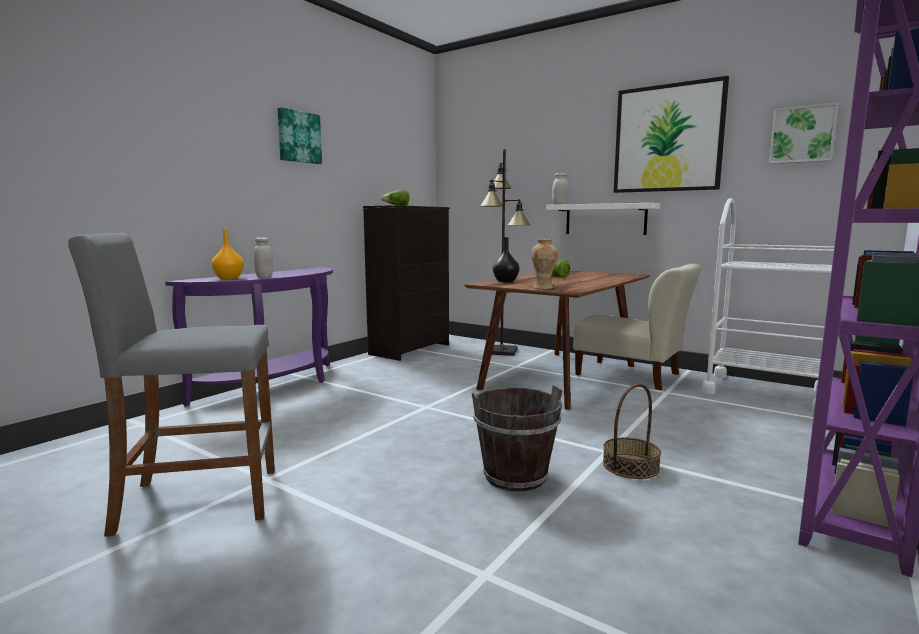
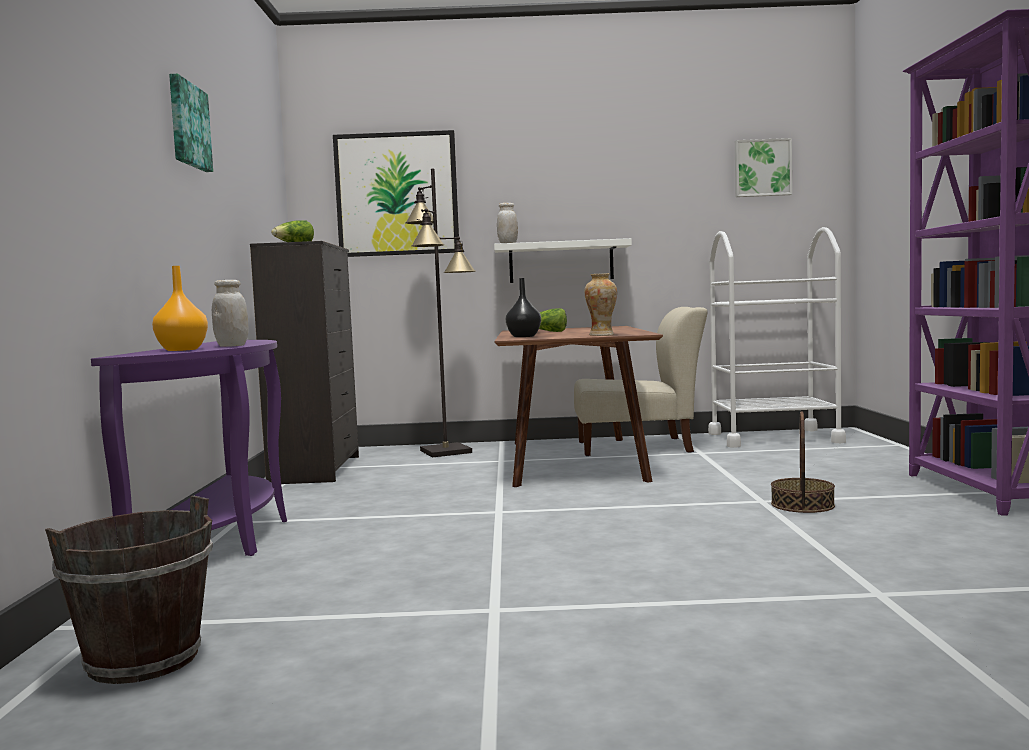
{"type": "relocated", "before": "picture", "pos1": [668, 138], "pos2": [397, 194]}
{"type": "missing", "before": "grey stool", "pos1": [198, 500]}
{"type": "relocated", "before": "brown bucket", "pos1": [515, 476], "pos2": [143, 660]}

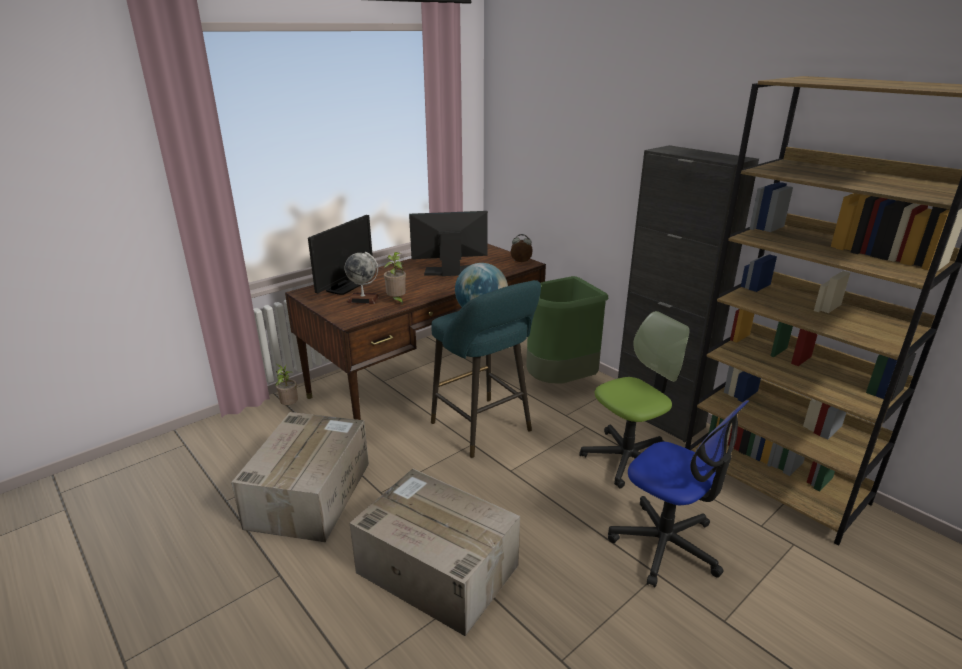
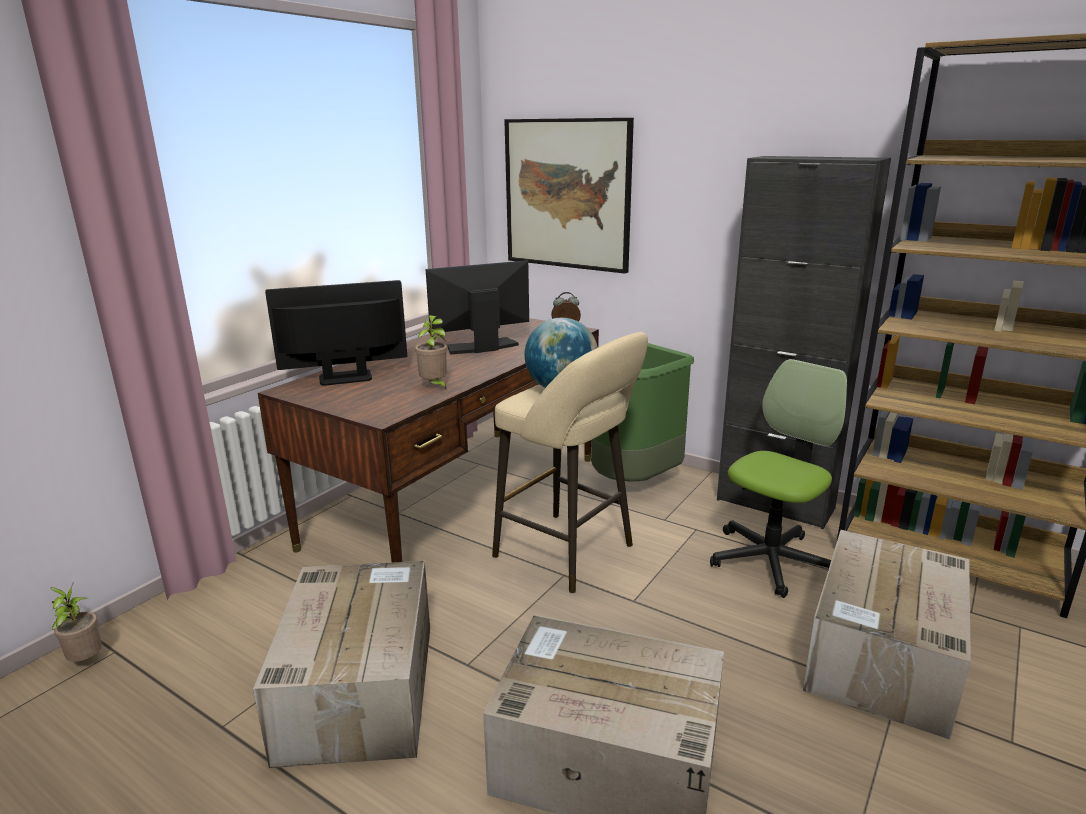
{"type": "spun", "before": "monitor", "pos1": [344, 287], "pos2": [345, 378], "turn": -120}
{"type": "missing", "before": "globe", "pos1": [363, 299]}
{"type": "colour", "before": "turquoise stool", "after": "beige stool", "pos1": [484, 429], "pos2": [570, 553]}
{"type": "relocated", "before": "potted plant", "pos1": [289, 406], "pos2": [86, 661]}
{"type": "exchanged", "before": "office chair", "after": "cardboard box", "pos1": [666, 545], "pos2": [882, 659]}
{"type": "appeared", "after": "picture", "pos2": [567, 194]}

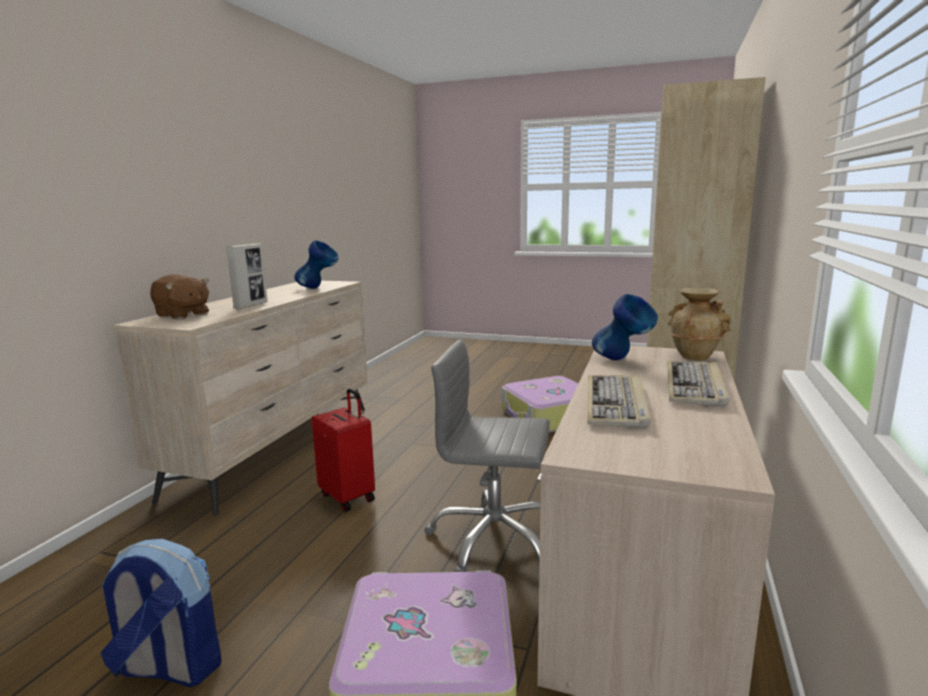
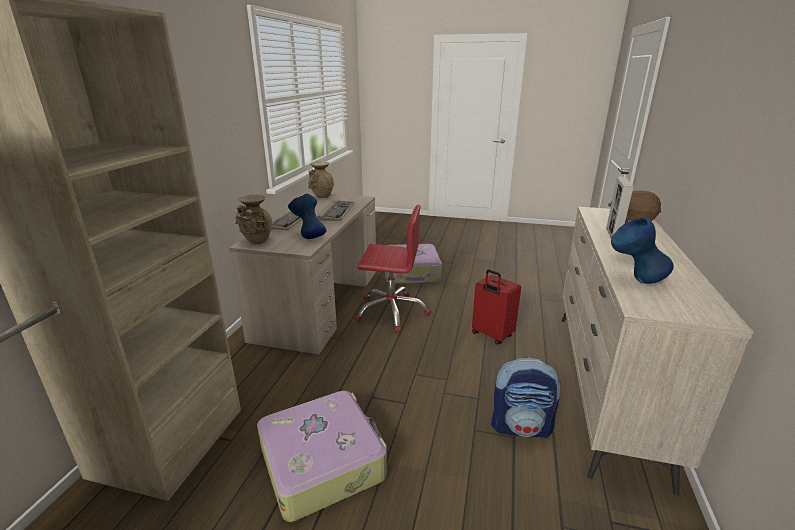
{"type": "colour", "before": "grey office chair", "after": "red office chair", "pos1": [493, 540], "pos2": [391, 311]}
{"type": "relocated", "before": "backpack", "pos1": [169, 667], "pos2": [521, 426]}
{"type": "appeared", "after": "beige vase", "pos2": [321, 196]}

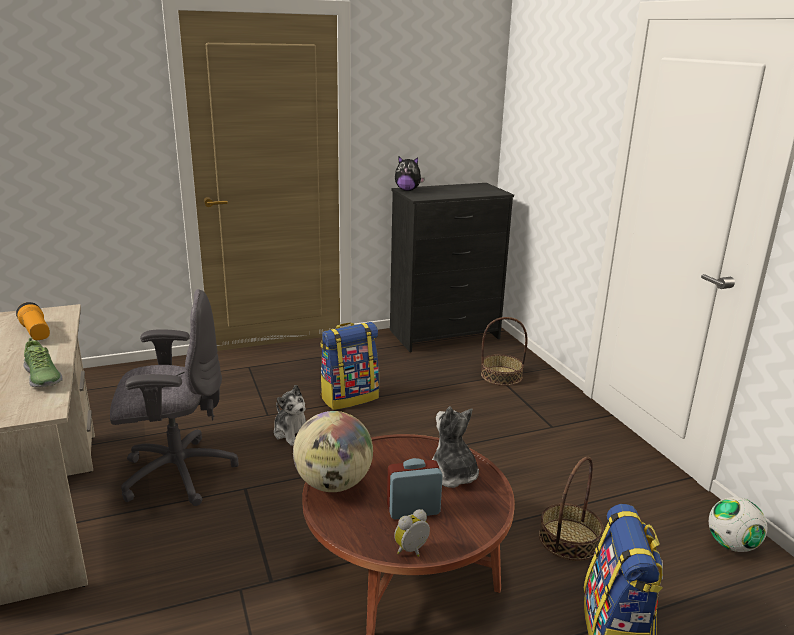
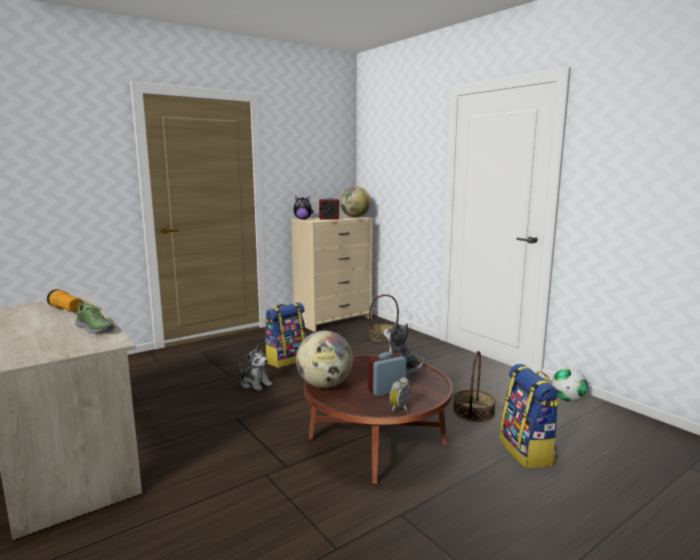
{"type": "colour", "before": "black dresser", "after": "beige dresser", "pos1": [444, 334], "pos2": [333, 320]}
{"type": "missing", "before": "grey office chair", "pos1": [177, 473]}
{"type": "appeared", "after": "globe", "pos2": [355, 217]}
{"type": "appeared", "after": "alarm clock", "pos2": [329, 219]}

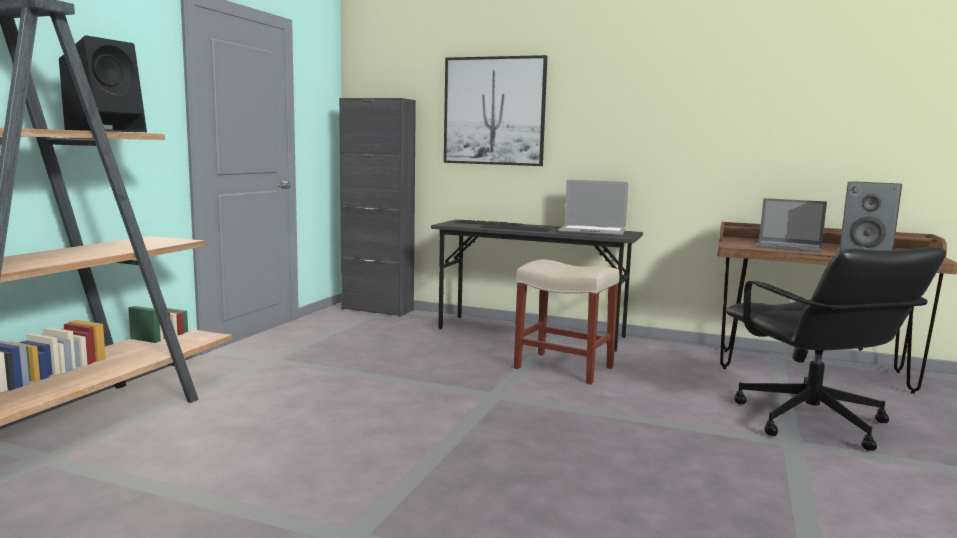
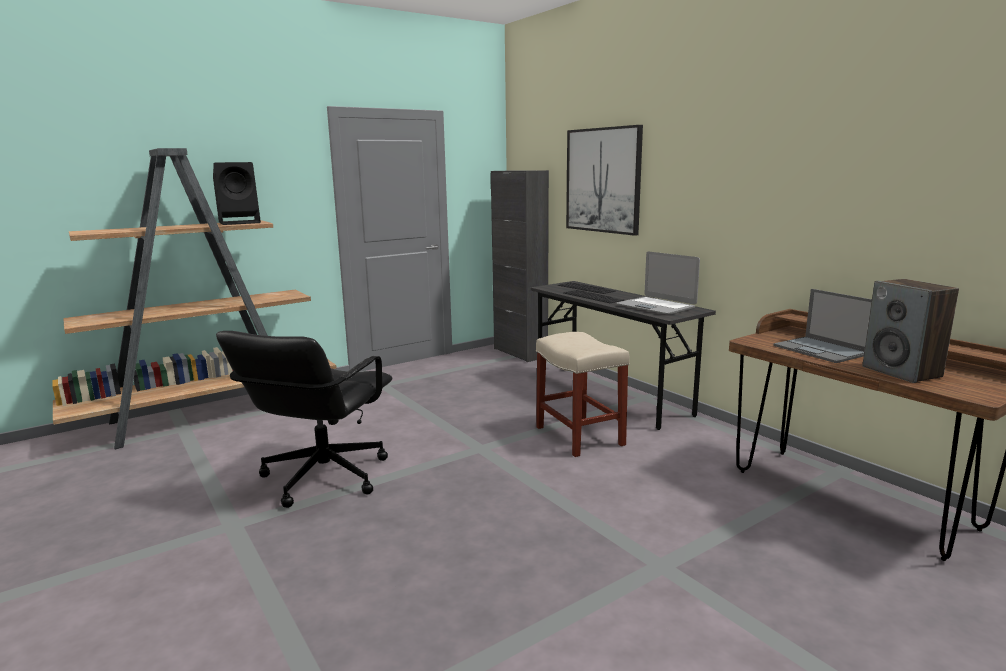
{"type": "relocated", "before": "black office chair", "pos1": [811, 422], "pos2": [323, 477]}

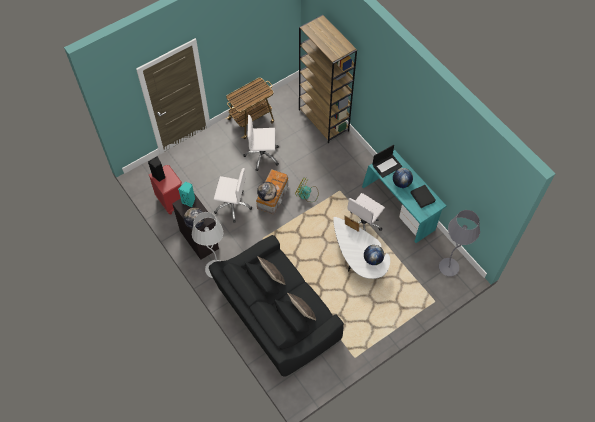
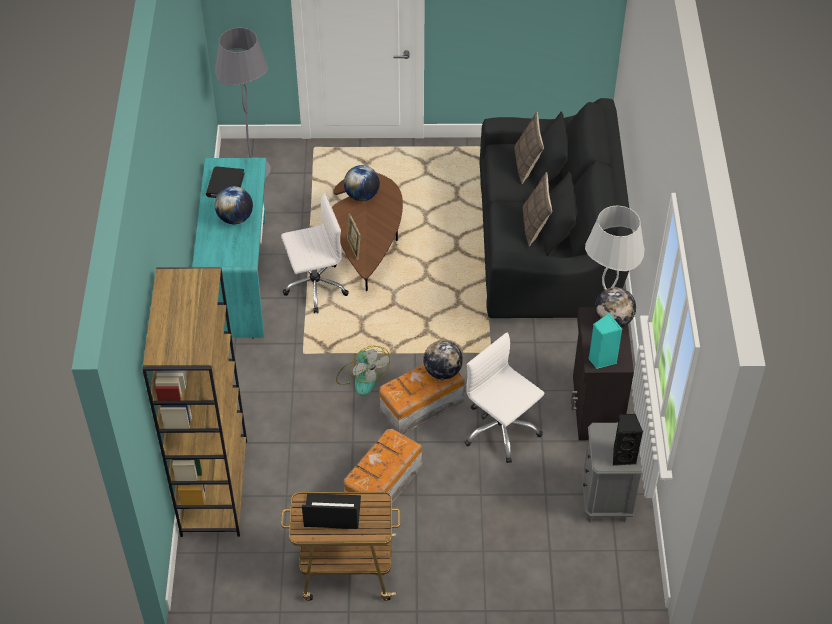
{"type": "exchanged", "before": "white office chair", "after": "storage box", "pos1": [262, 156], "pos2": [381, 486]}
{"type": "relocated", "before": "laptop", "pos1": [387, 165], "pos2": [331, 512]}
{"type": "colour", "before": "red nightstand", "after": "grey nightstand", "pos1": [171, 201], "pos2": [605, 499]}
{"type": "colour", "before": "white coffee table", "after": "brown coffee table", "pos1": [358, 259], "pos2": [368, 246]}

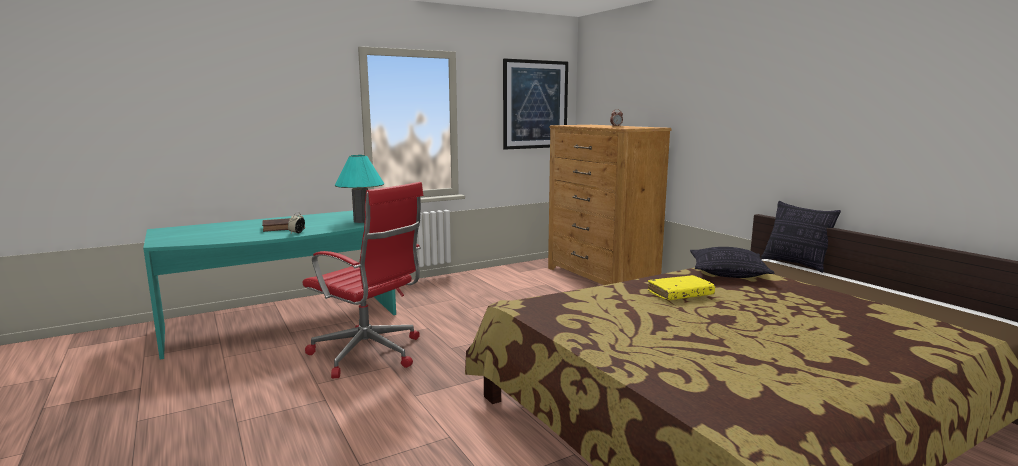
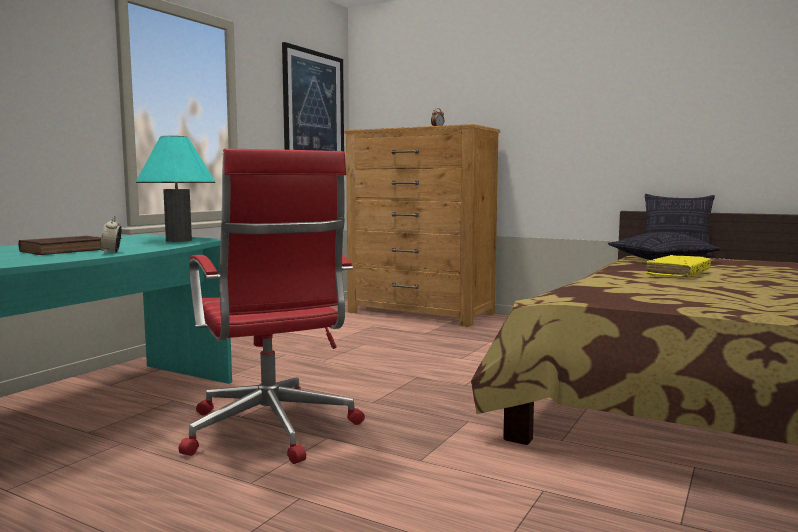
{"type": "spun", "before": "red office chair", "pos1": [369, 354], "pos2": [271, 431], "turn": 60}

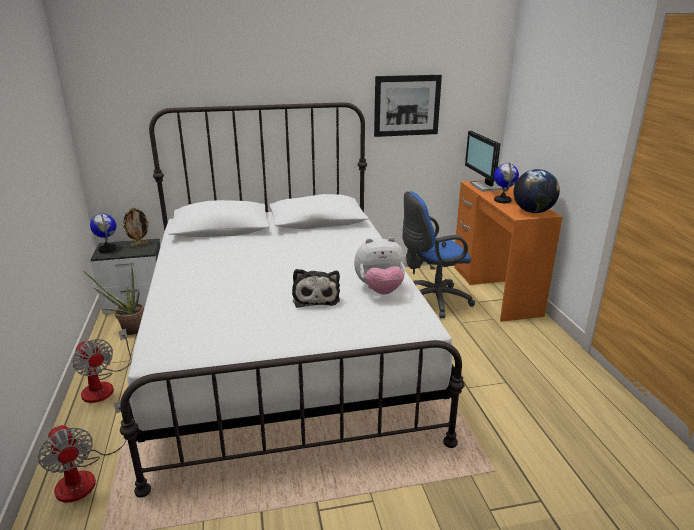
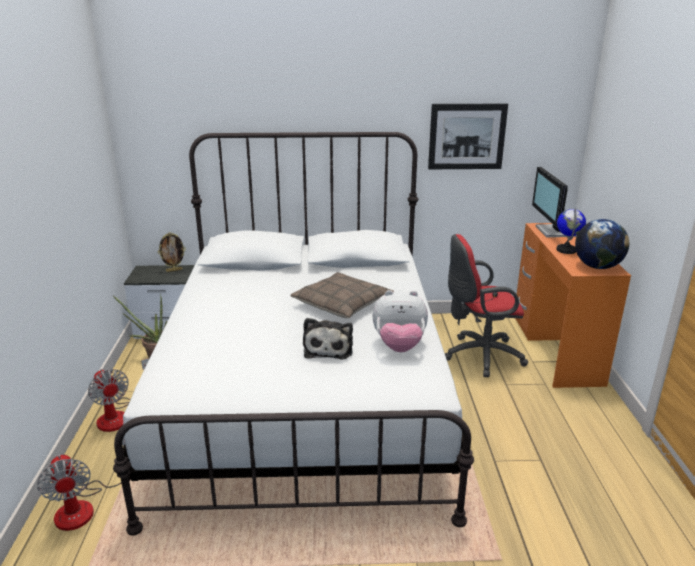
{"type": "colour", "before": "blue office chair", "after": "red office chair", "pos1": [432, 301], "pos2": [479, 356]}
{"type": "missing", "before": "globe", "pos1": [108, 249]}
{"type": "appeared", "after": "pillow", "pos2": [342, 303]}

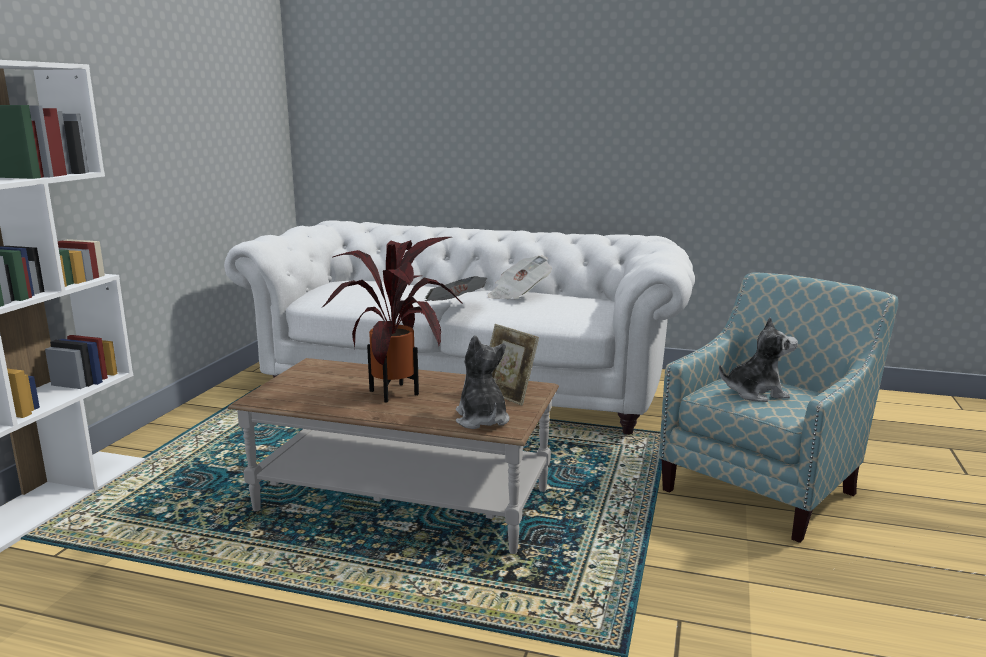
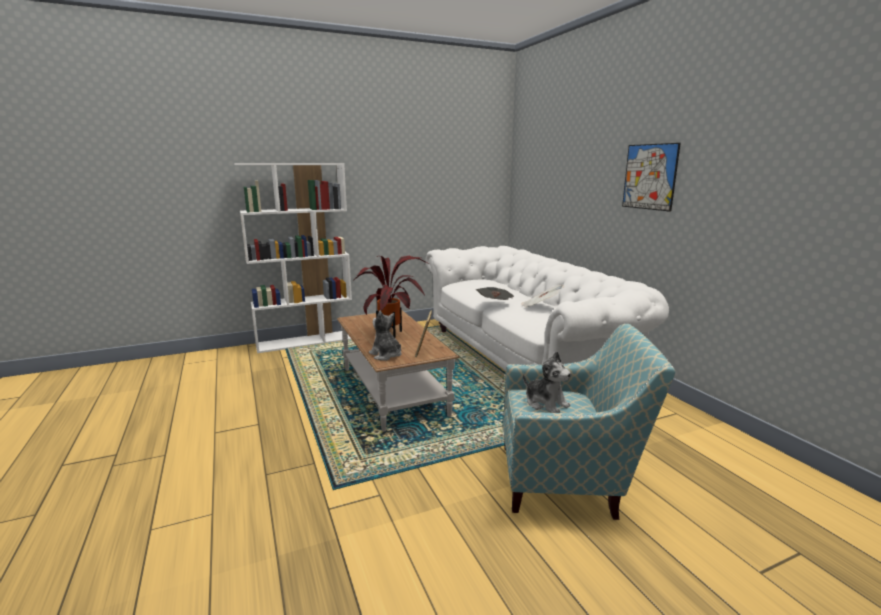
{"type": "spun", "before": "plush toy", "pos1": [481, 419], "pos2": [386, 355], "turn": -75}
{"type": "appeared", "after": "picture", "pos2": [649, 177]}

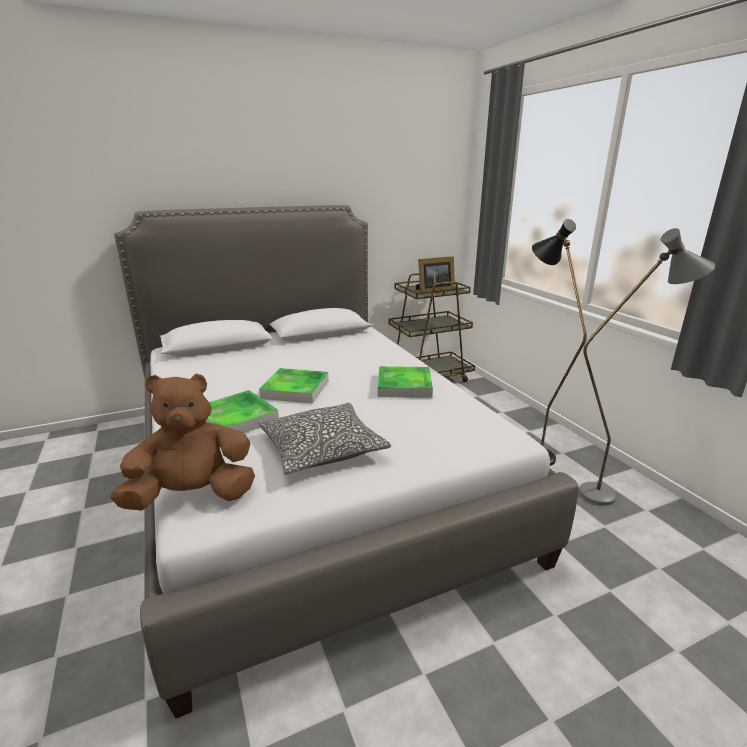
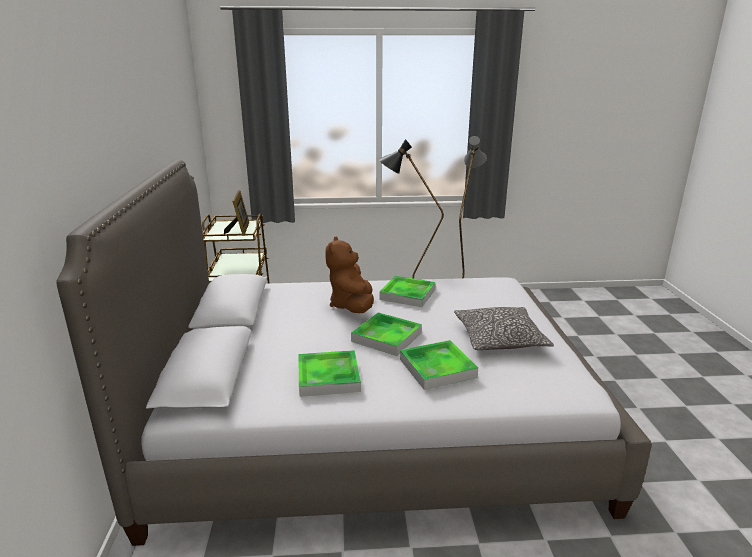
{"type": "relocated", "before": "brown plush toy", "pos1": [193, 496], "pos2": [352, 306]}
{"type": "appeared", "after": "tray", "pos2": [328, 377]}

